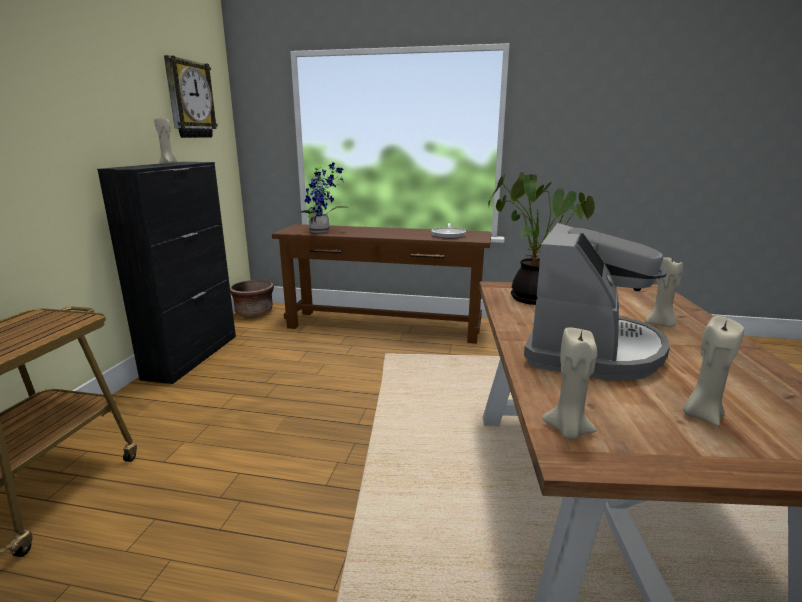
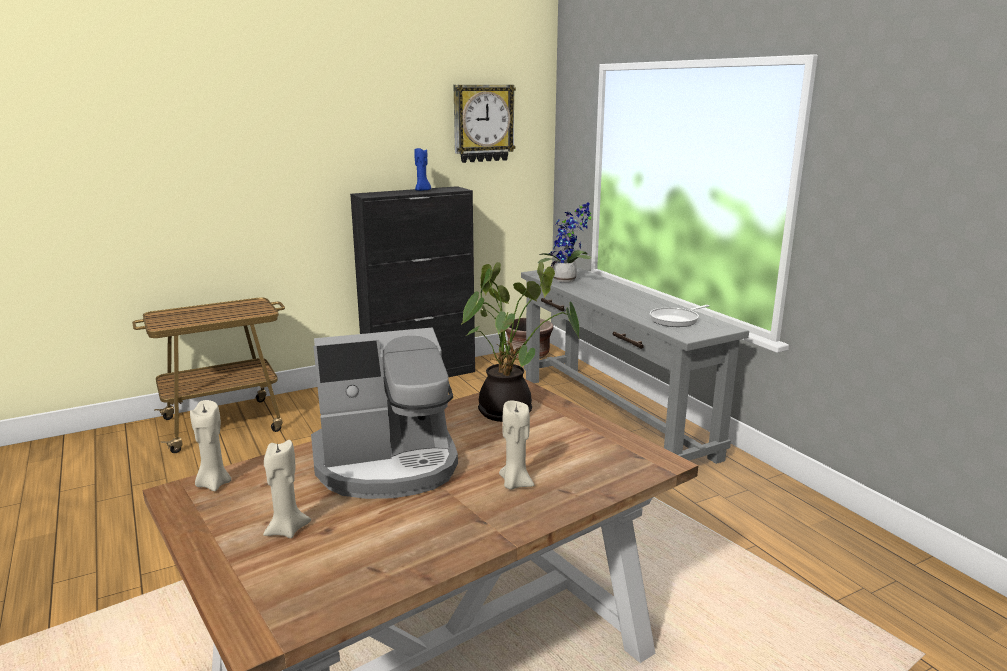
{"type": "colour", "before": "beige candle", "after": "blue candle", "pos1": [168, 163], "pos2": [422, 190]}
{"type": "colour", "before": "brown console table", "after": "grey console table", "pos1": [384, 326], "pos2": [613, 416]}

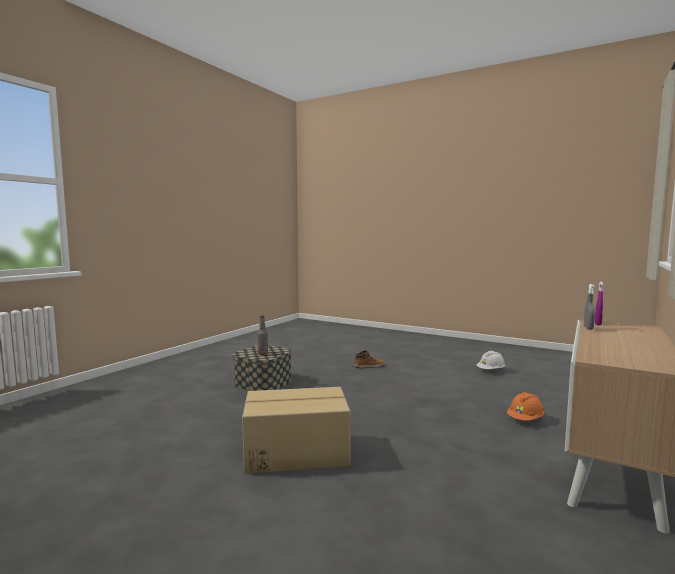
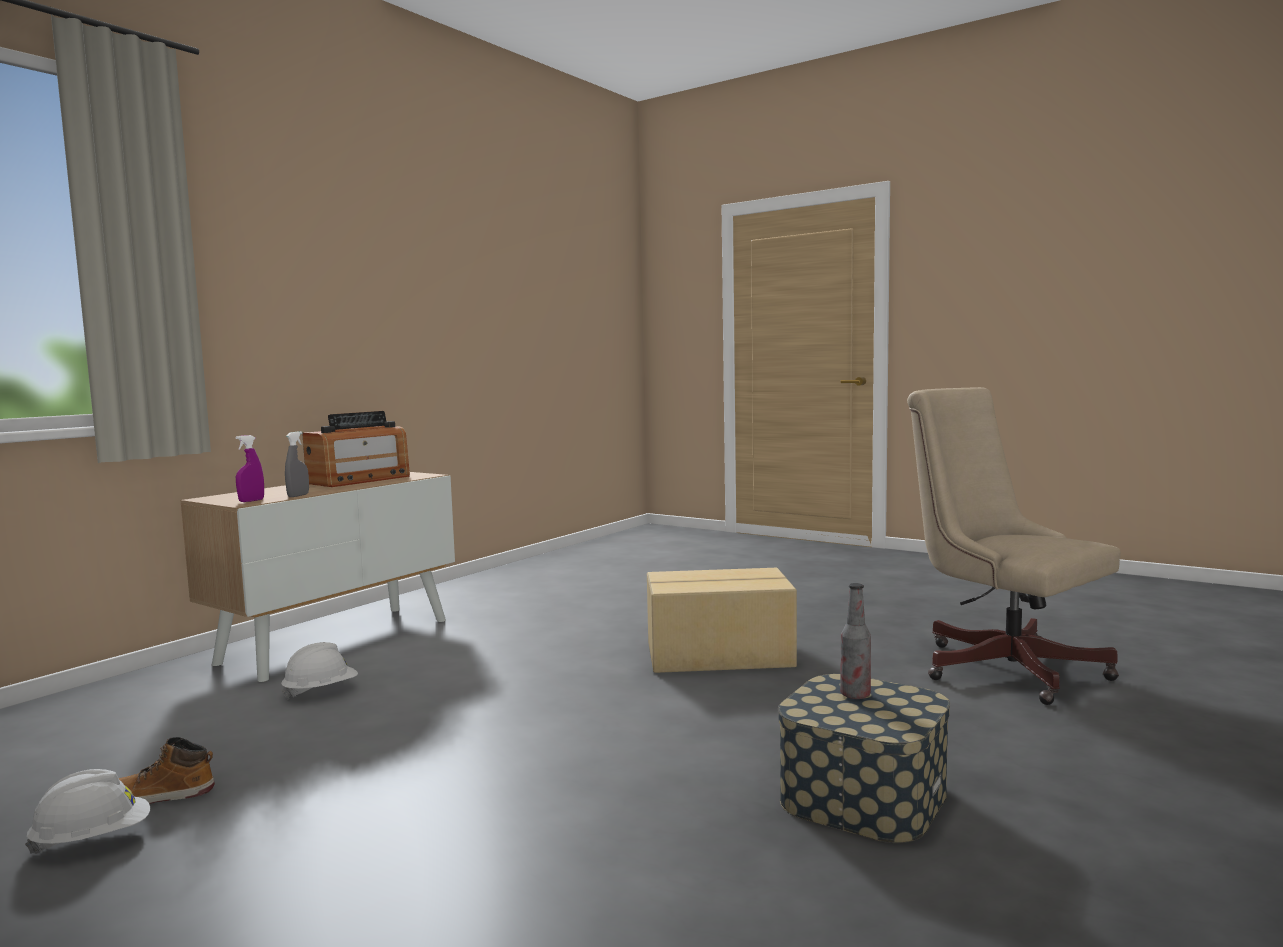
{"type": "relocated", "before": "boot", "pos1": [369, 366], "pos2": [159, 796]}
{"type": "colour", "before": "orange hard hat", "after": "white hard hat", "pos1": [525, 420], "pos2": [321, 691]}
{"type": "appeared", "after": "beige office chair", "pos2": [1001, 666]}
{"type": "appeared", "after": "radio", "pos2": [359, 480]}

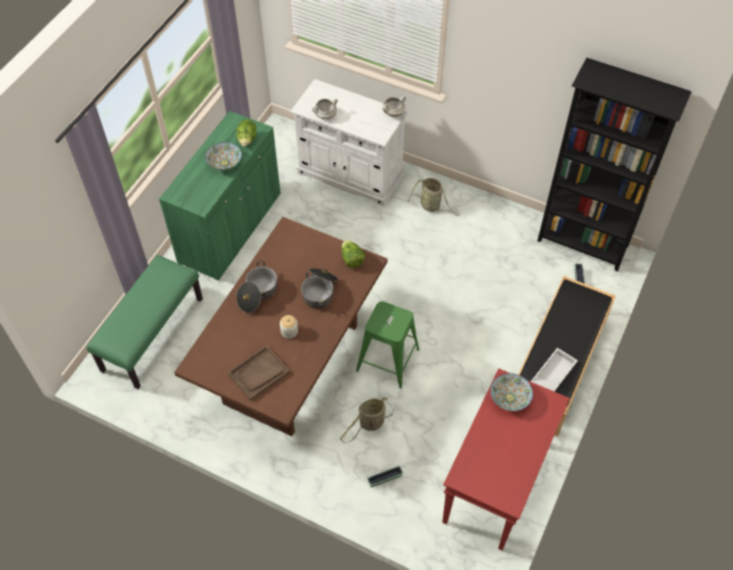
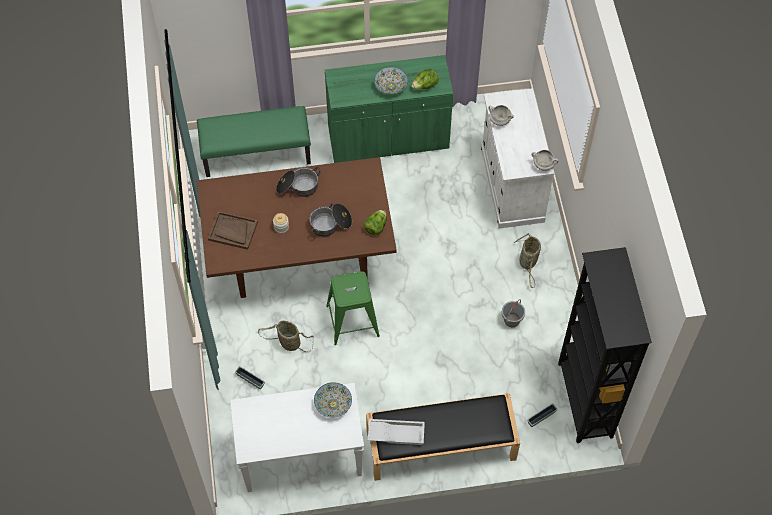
{"type": "colour", "before": "red console table", "after": "white console table", "pos1": [496, 484], "pos2": [300, 458]}
{"type": "appeared", "after": "grey bucket", "pos2": [512, 320]}

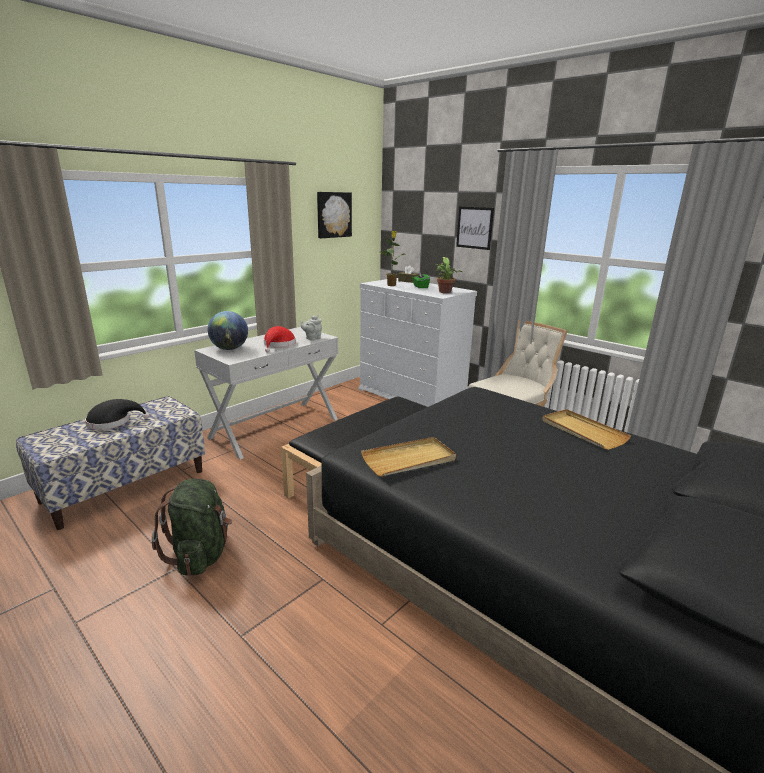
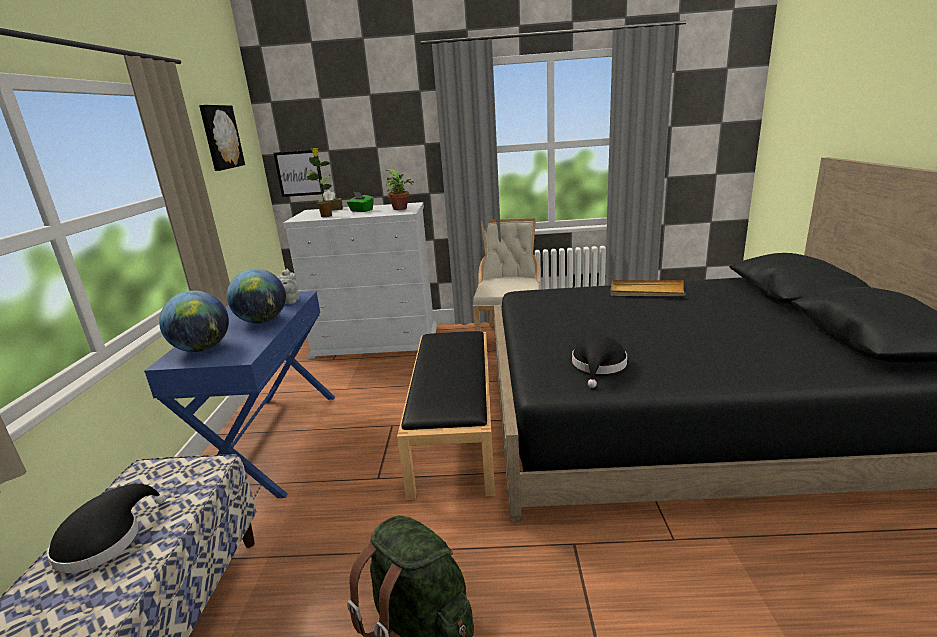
{"type": "relocated", "before": "picture", "pos1": [474, 228], "pos2": [299, 173]}
{"type": "exchanged", "before": "red hat", "after": "globe", "pos1": [278, 345], "pos2": [262, 321]}
{"type": "colour", "before": "white console table", "after": "blue console table", "pos1": [275, 428], "pos2": [272, 441]}
{"type": "exchanged", "before": "beige tray", "after": "black hat", "pos1": [409, 459], "pos2": [598, 366]}

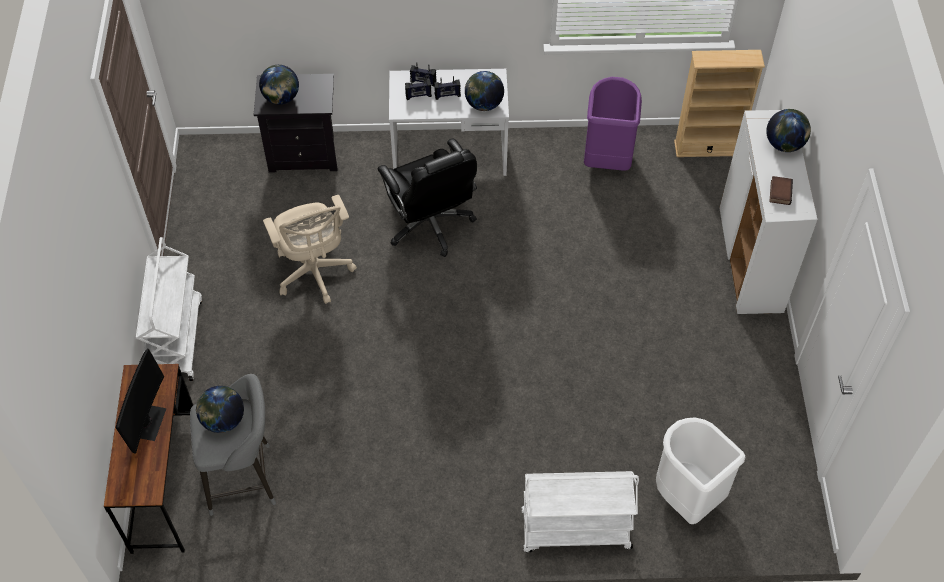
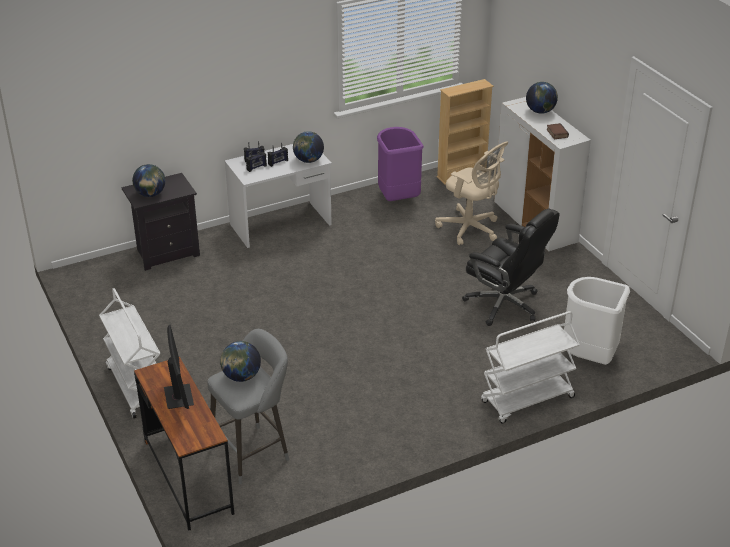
{"type": "relocated", "before": "black office chair", "pos1": [430, 224], "pos2": [505, 305]}
{"type": "relocated", "before": "beige office chair", "pos1": [314, 273], "pos2": [470, 229]}

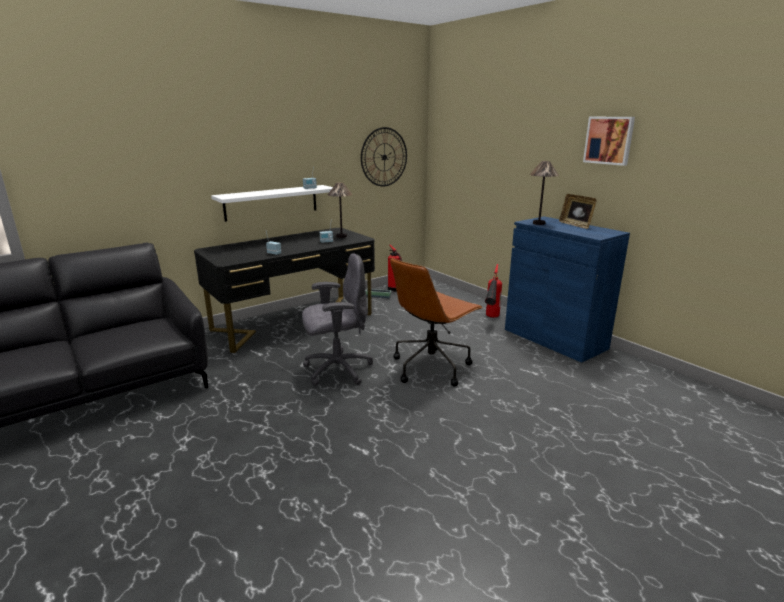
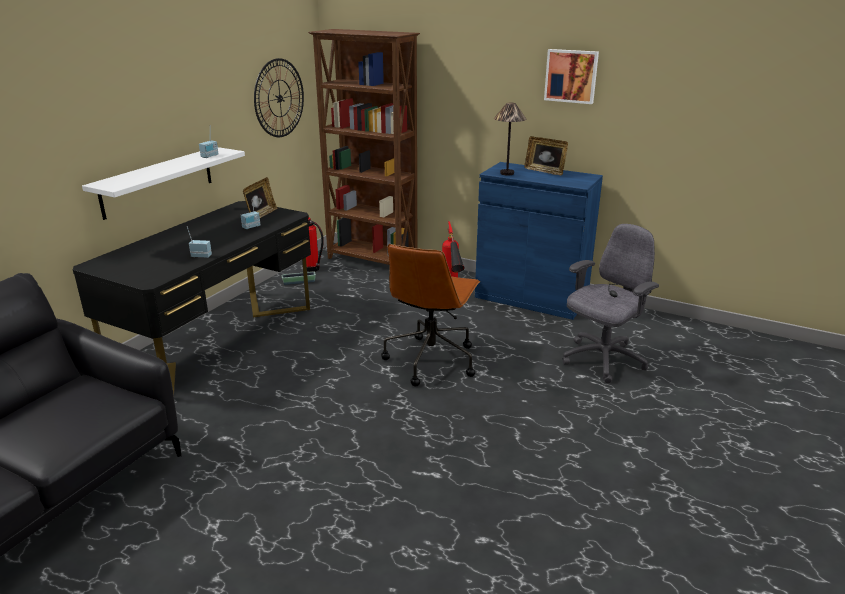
{"type": "exchanged", "before": "table lamp", "after": "picture frame", "pos1": [341, 236], "pos2": [261, 215]}
{"type": "relocated", "before": "grey office chair", "pos1": [336, 370], "pos2": [602, 360]}
{"type": "appeared", "after": "brown bookcase", "pos2": [372, 260]}

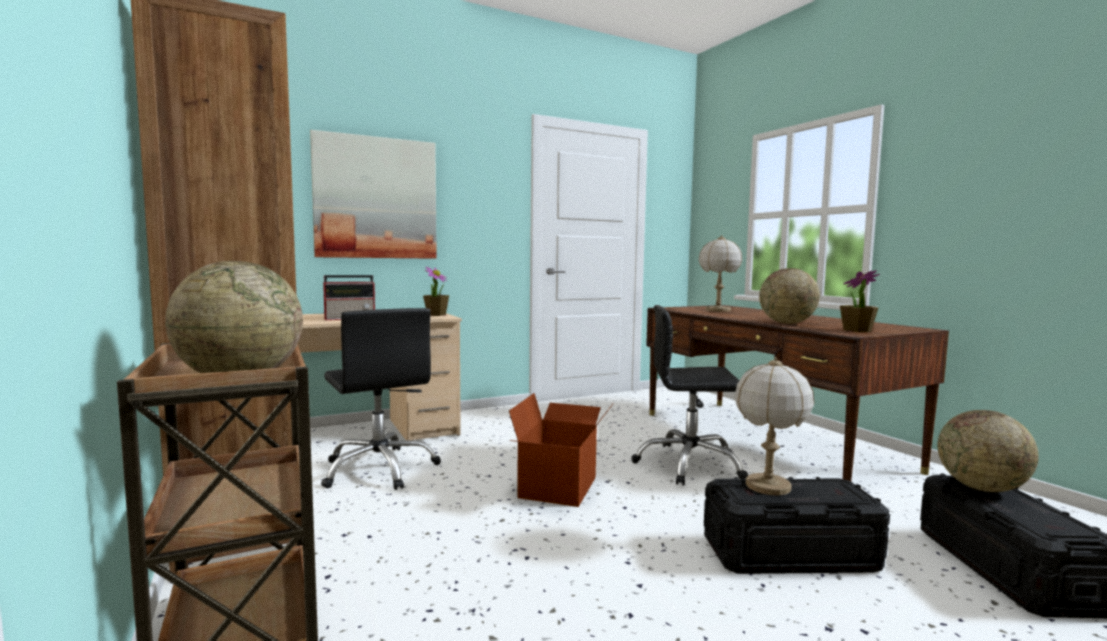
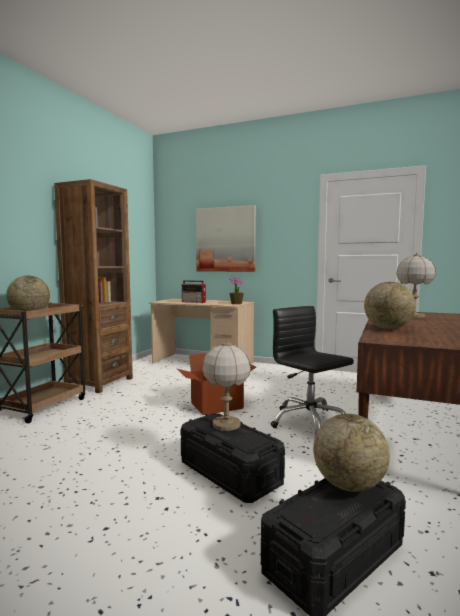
{"type": "missing", "before": "potted plant", "pos1": [857, 330]}
{"type": "missing", "before": "black office chair", "pos1": [380, 469]}

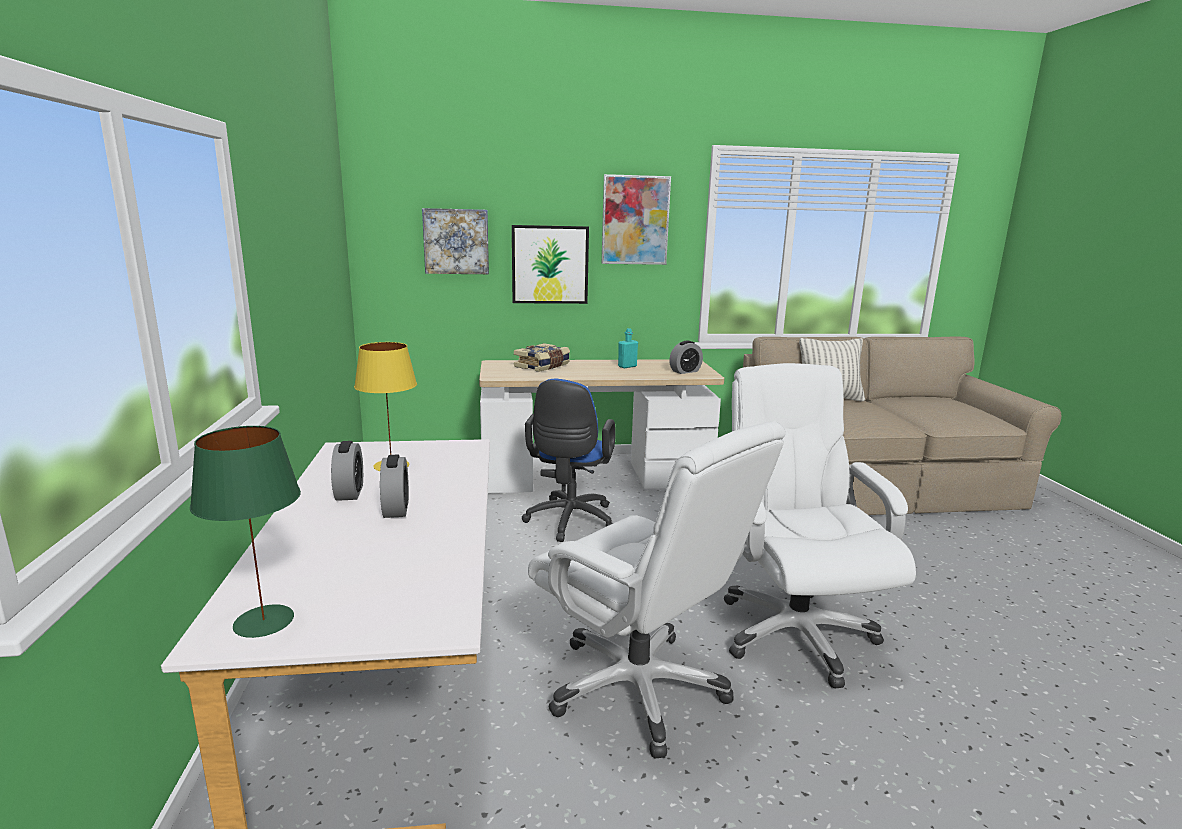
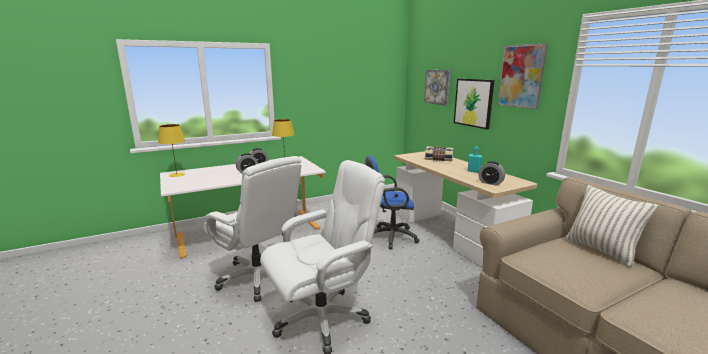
{"type": "spun", "before": "white office chair", "pos1": [639, 688], "pos2": [258, 278], "turn": -75}
{"type": "colour", "before": "green table lamp", "after": "yellow table lamp", "pos1": [264, 621], "pos2": [176, 175]}

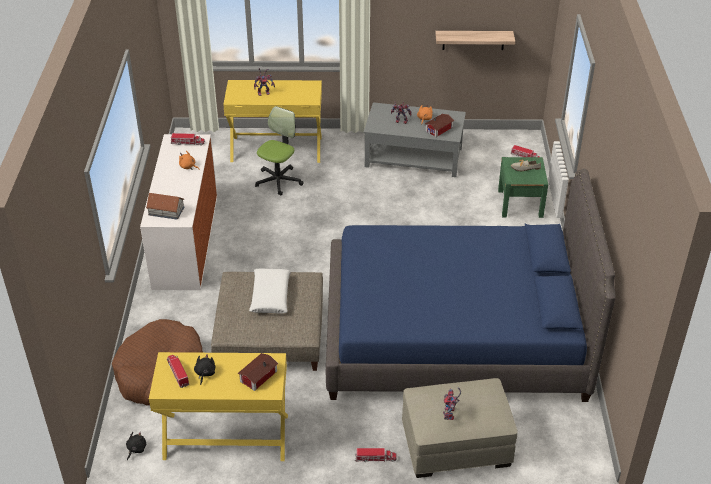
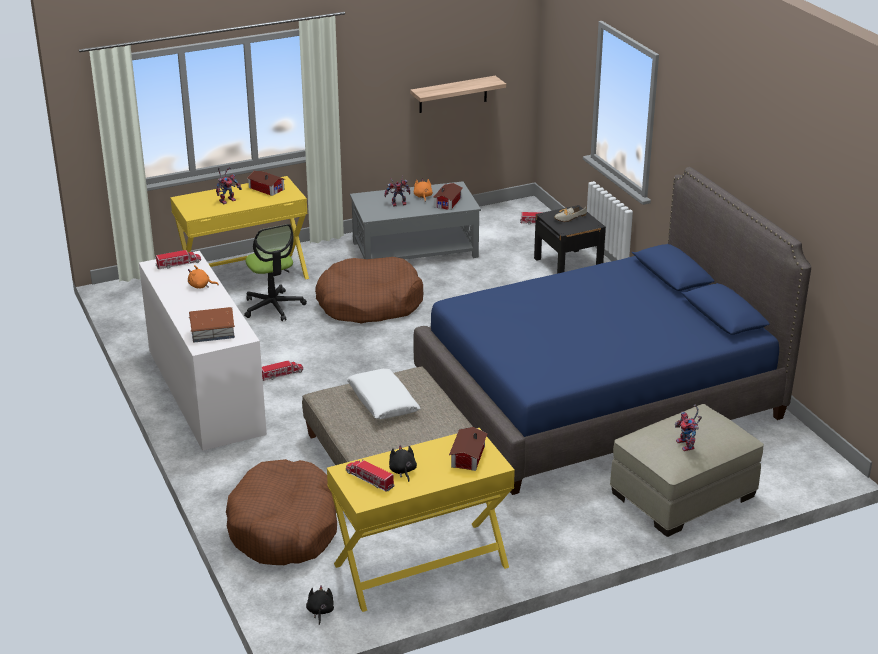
{"type": "spun", "before": "office chair", "pos1": [278, 181], "pos2": [273, 307], "turn": 150}
{"type": "colour", "before": "green nightstand", "after": "black nightstand", "pos1": [520, 203], "pos2": [568, 265]}
{"type": "relocated", "before": "toy truck", "pos1": [375, 458], "pos2": [281, 375]}
{"type": "appeared", "after": "toy house", "pos2": [266, 188]}
{"type": "appeared", "after": "brown dog bed", "pos2": [369, 303]}

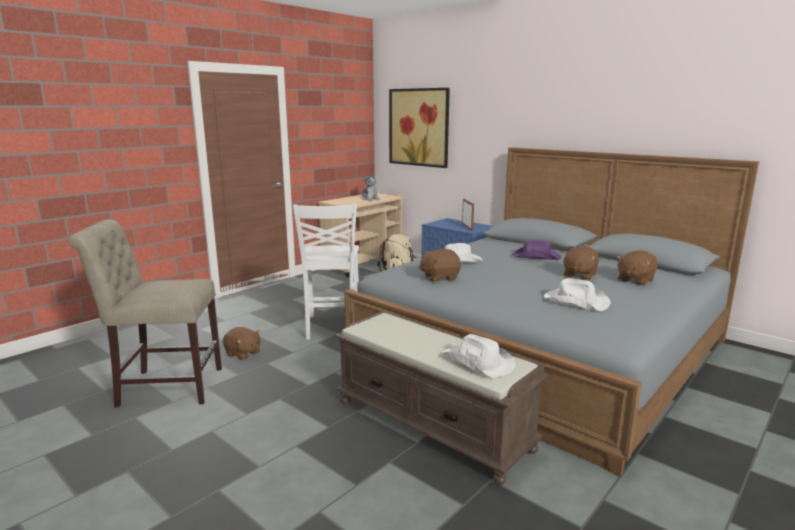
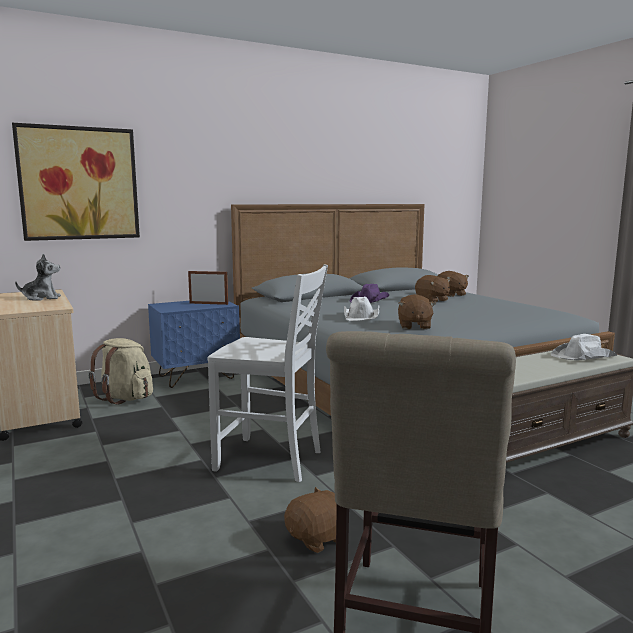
{"type": "missing", "before": "white hat", "pos1": [575, 301]}

